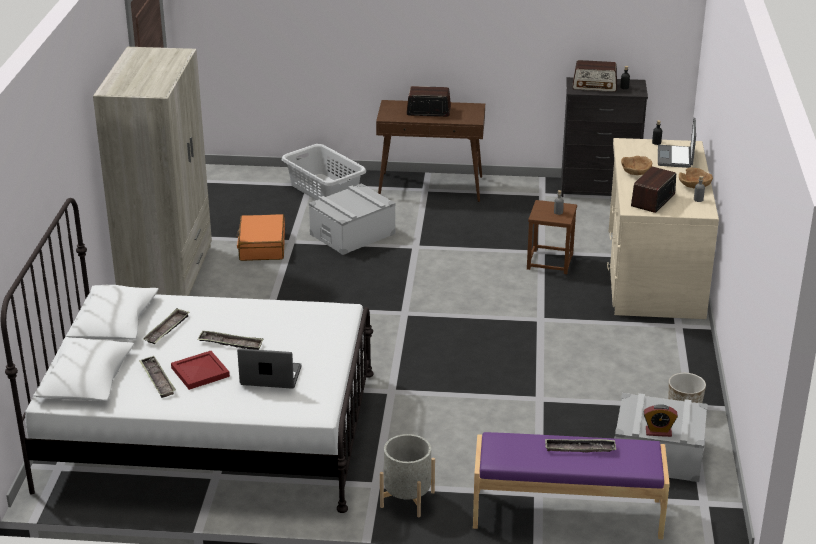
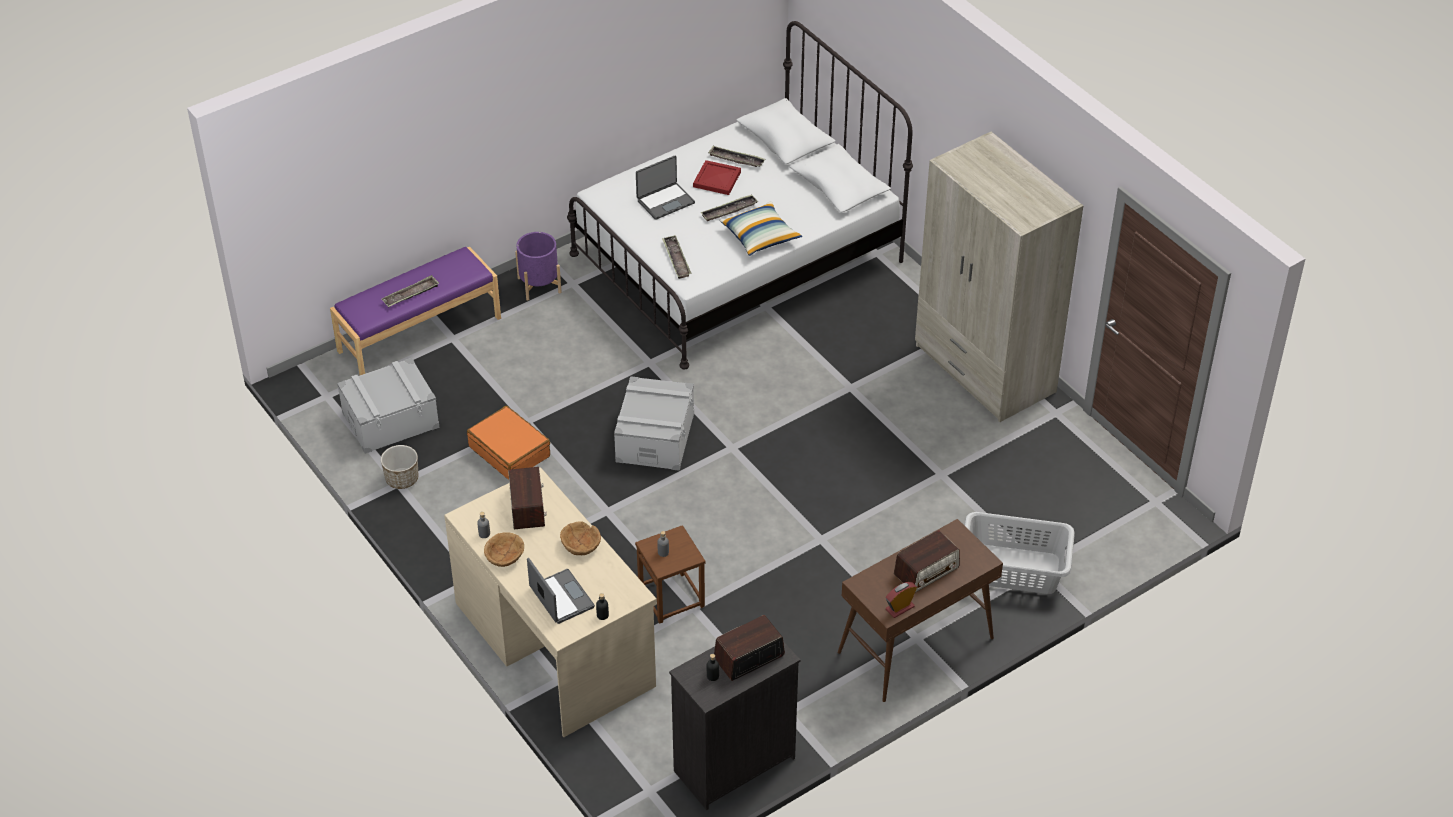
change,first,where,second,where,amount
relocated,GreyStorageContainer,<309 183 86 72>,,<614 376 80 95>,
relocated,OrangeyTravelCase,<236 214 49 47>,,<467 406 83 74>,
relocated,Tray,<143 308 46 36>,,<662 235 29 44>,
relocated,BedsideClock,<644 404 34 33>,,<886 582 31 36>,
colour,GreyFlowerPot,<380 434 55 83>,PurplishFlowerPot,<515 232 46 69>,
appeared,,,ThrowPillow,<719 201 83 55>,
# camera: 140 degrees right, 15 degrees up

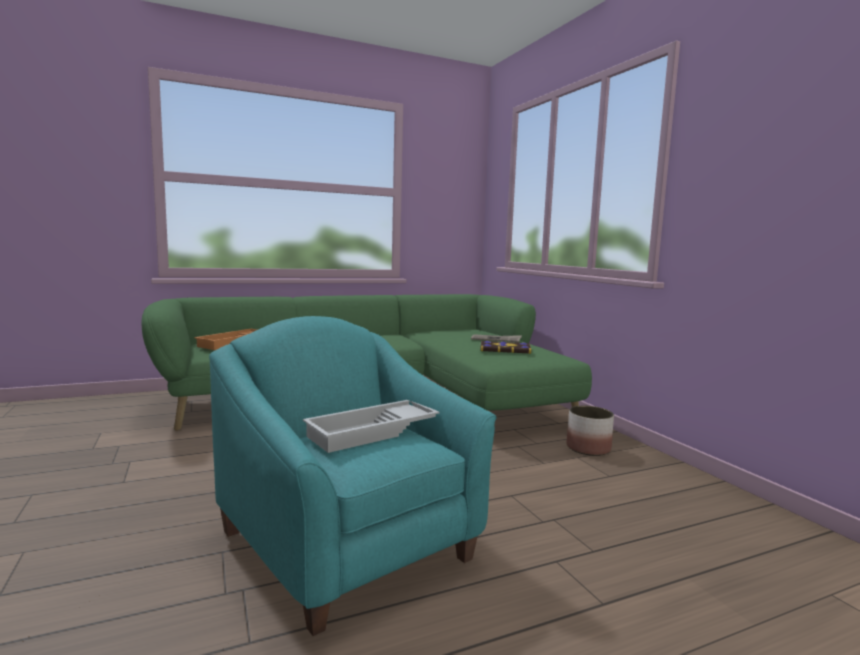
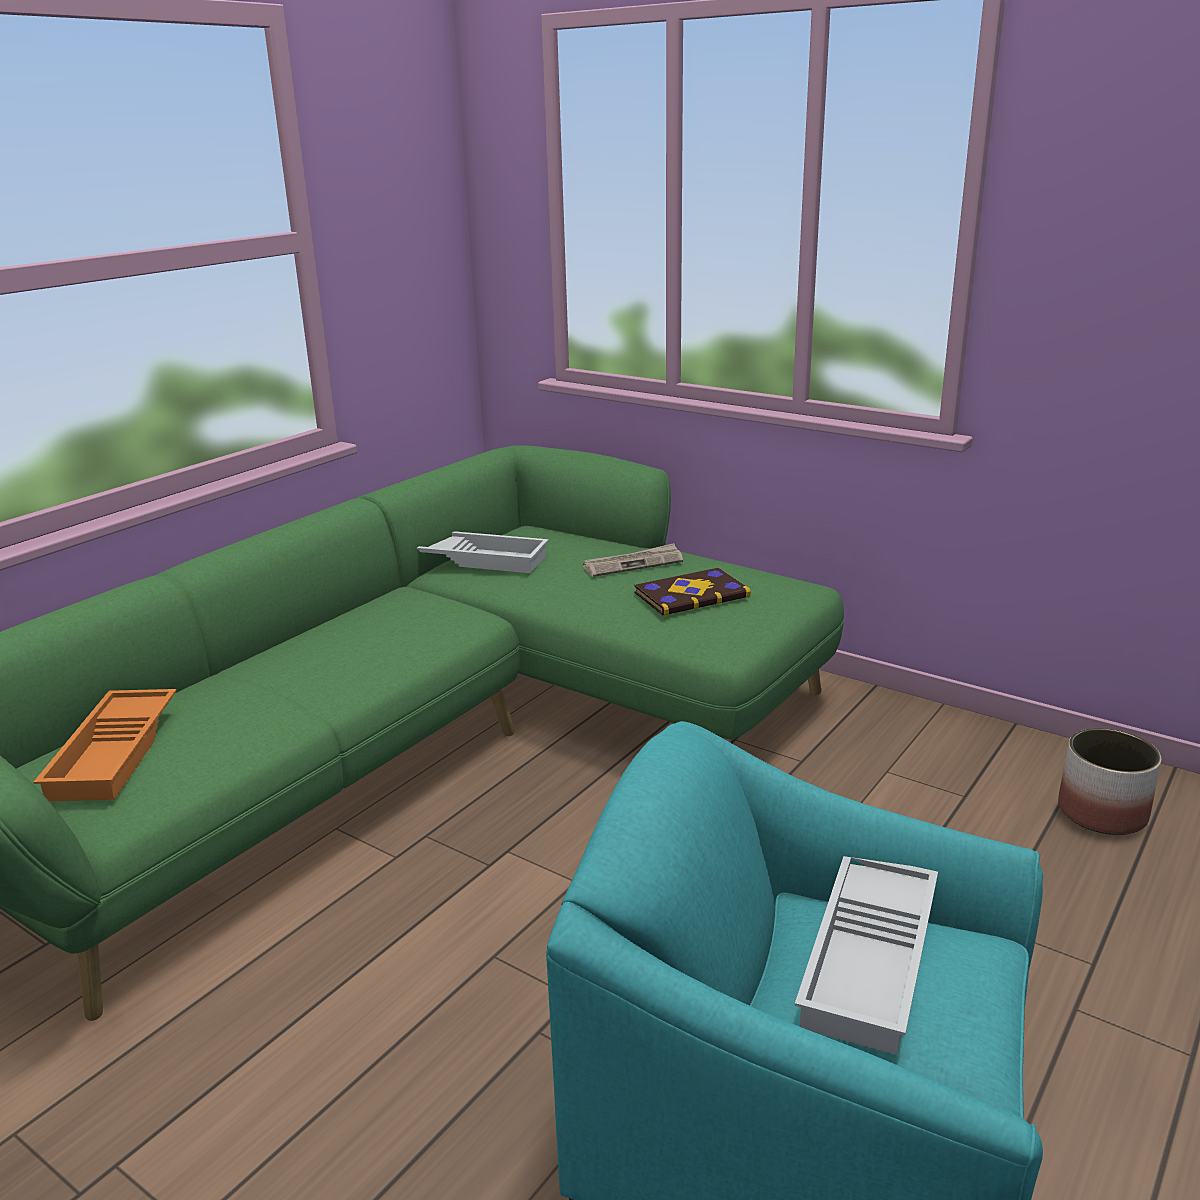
change,first,where,second,where,amount
relocated,FlowerPot,<567 406 47 50>,,<1058 728 103 107>,
appeared,,,WhitishTray,<417 531 132 42>,
# camera: 30 degrees left, 15 degrees up

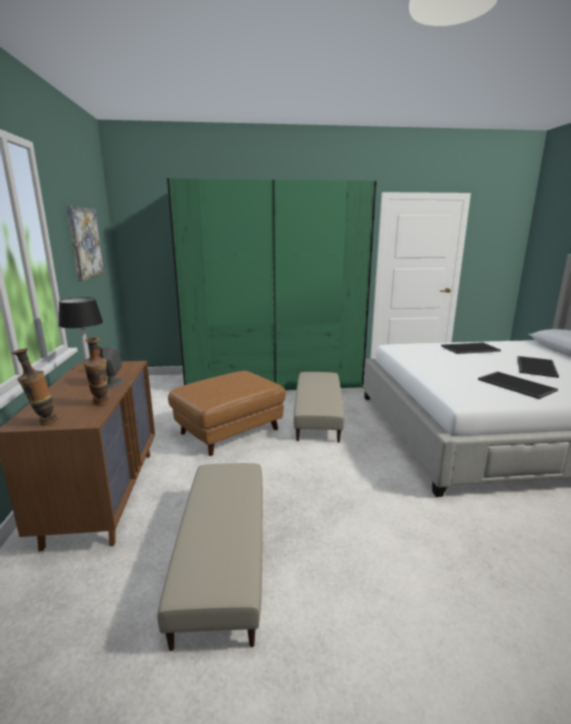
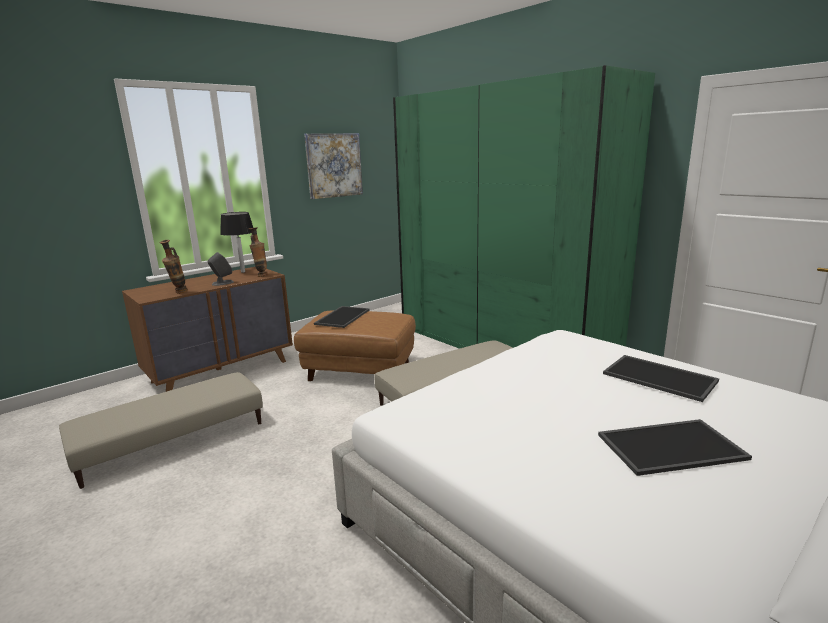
change,first,where,second,where,amount
relocated,DecorativeVase,<11 348 47 78>,,<249 227 19 50>,
relocated,Tray,<478 371 80 28>,,<314 306 56 22>,
# camera: 55 degrees right, 0 degrees up

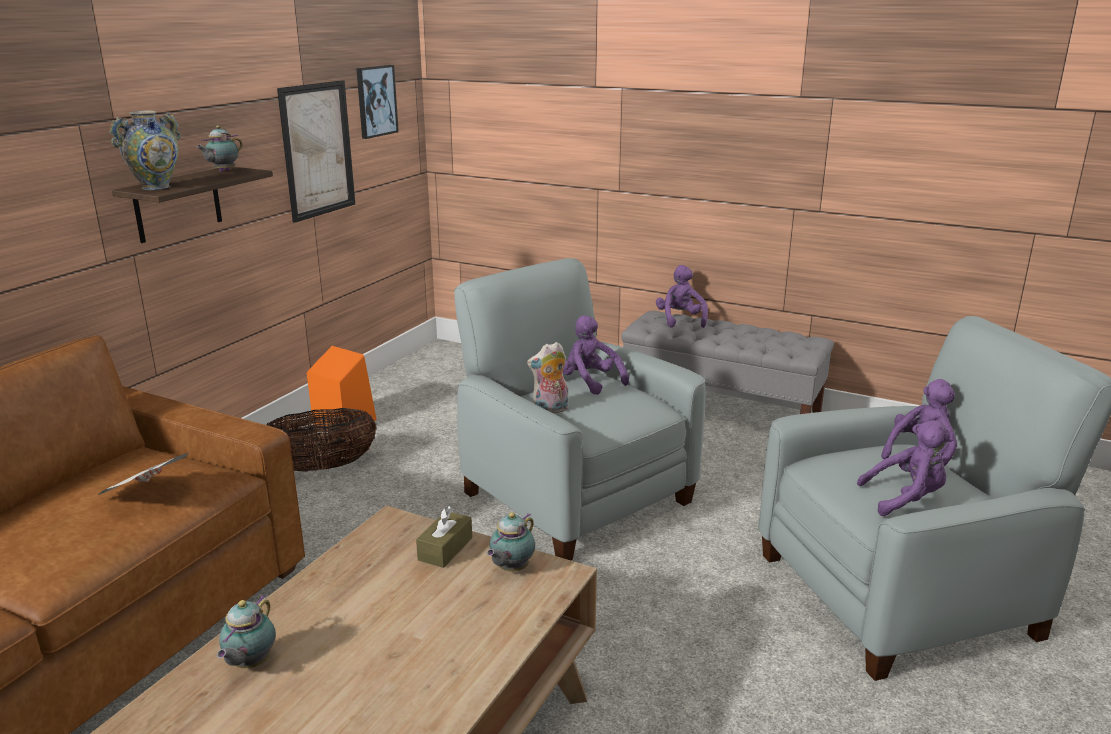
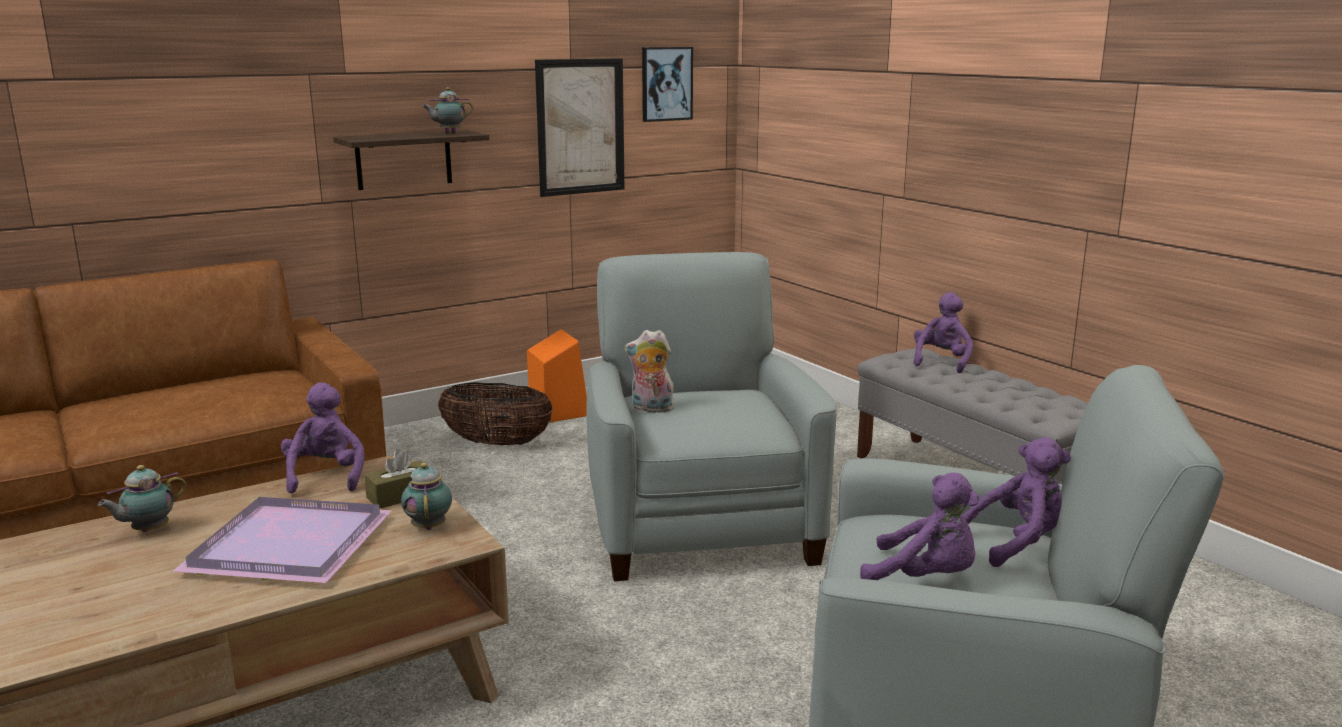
change,first,where,second,where,amount
missing,DecorativeVase,<110 110 71 80>,,,
relocated,PurplishPlushToy,<563 315 66 80>,,<281 382 83 112>,
missing,PrintedPaper,<98 453 90 42>,,,
spun,Teapot,<487 512 48 59>,,<401 463 51 67>,105 degrees clockwise
appeared,,,PurplishTray,<173 497 219 86>,
# camera: 30 degrees right, 5 degrees down

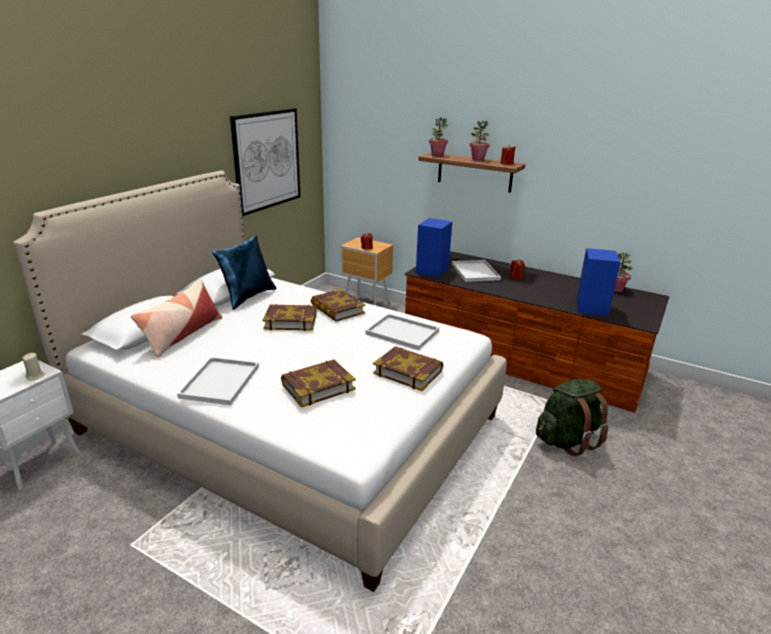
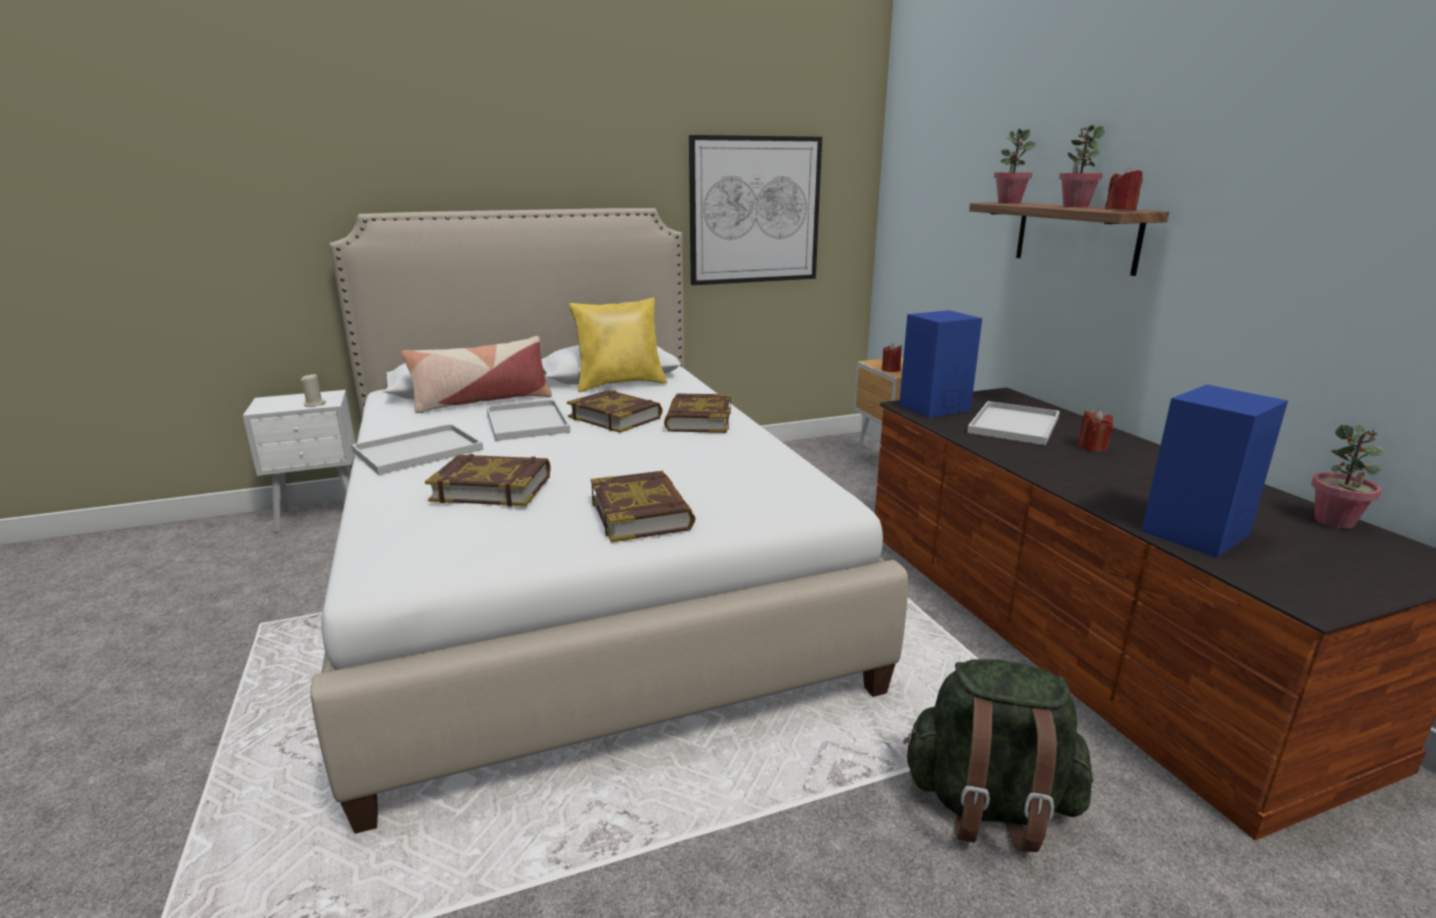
change,first,where,second,where,amount
colour,BlueThrowPillow,<212 235 65 75>,YellowColouredThrowPillow,<569 298 98 94>,
relocated,WhitishTray,<366 314 73 36>,,<487 400 83 41>,
# camera: 40 degrees right, 5 degrees down

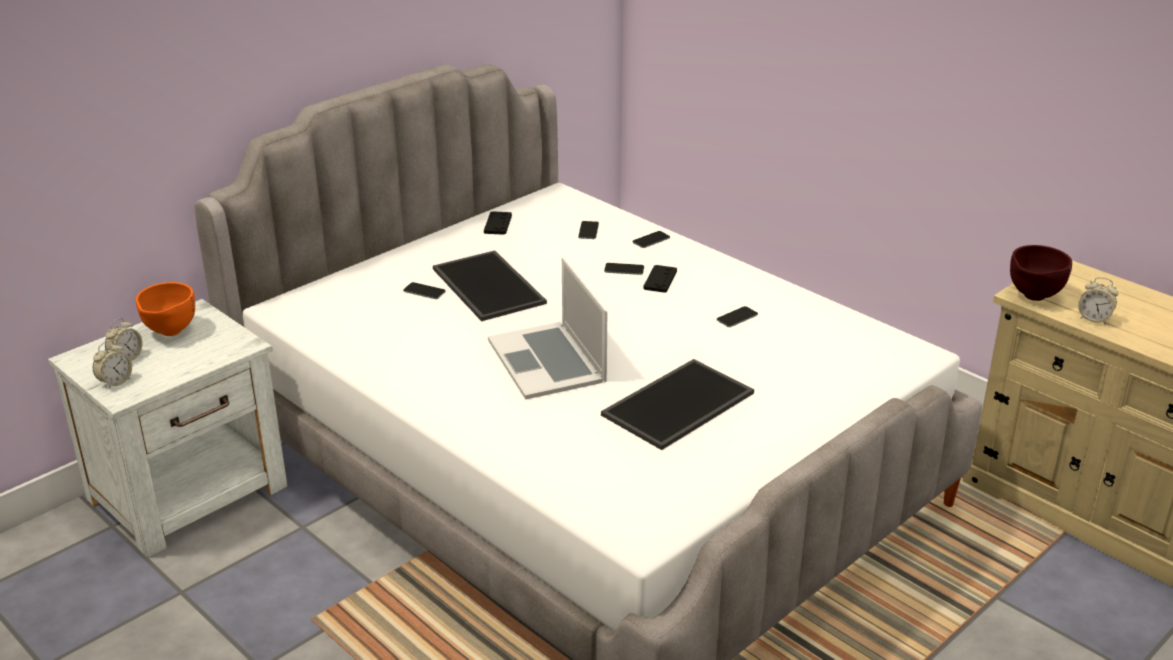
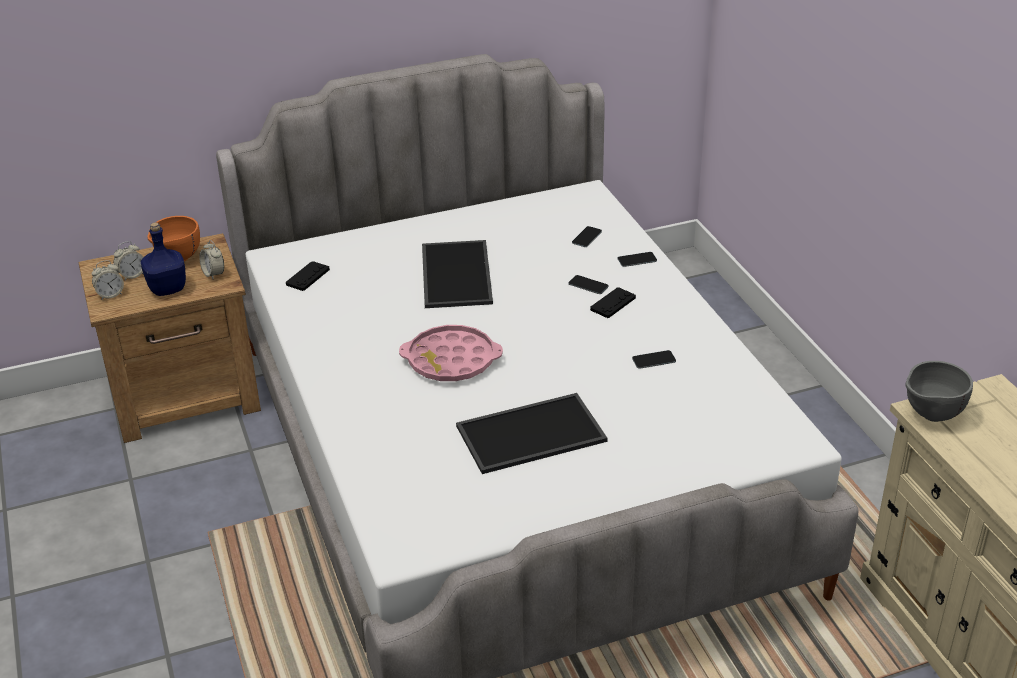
change,first,where,second,where,amount
relocated,BlackColouredJoypad,<484 211 28 24>,,<286 261 44 30>,
colour,BrownDeepDish,<1010 245 62 56>,GreyDeepDish,<905 361 68 61>,
exchanged,NotebookComputer,<488 258 119 142>,PinkColouredTray,<399 325 104 56>,
relocated,BedsideClock,<1078 277 40 48>,,<199 240 25 40>,
missing,Telephone,<403 282 43 17>,,,
colour,WhitishNightstand,<48 299 240 259>,BrownNightstand,<79 233 182 210>,
appeared,,,BlueBeverageBottle,<141 223 45 73>,
# camera: 25 degrees right, 5 degrees up

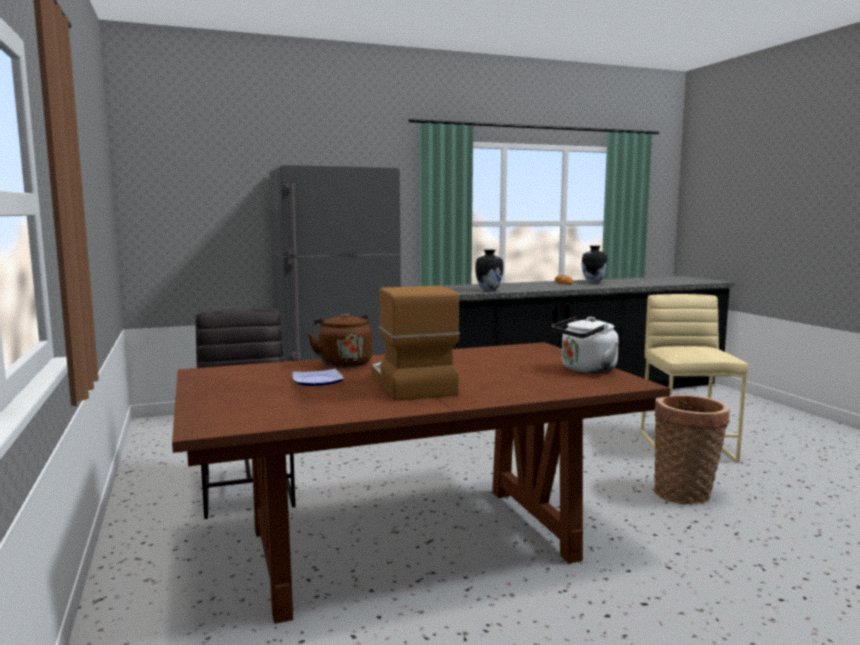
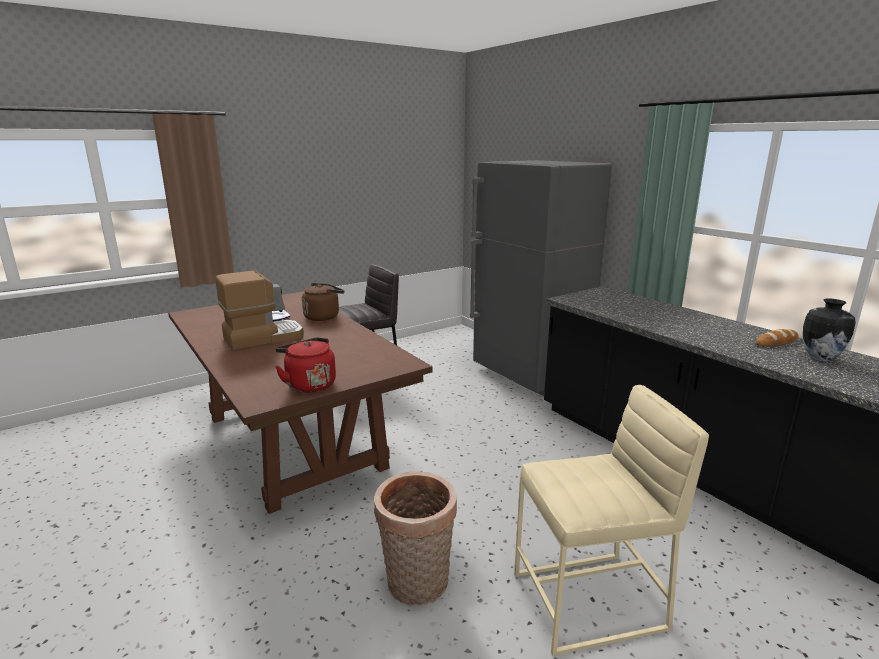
change,first,where,second,where,amount
missing,DecorativeVase,<475 250 28 42>,,,
colour,WhitishWaterKettle,<552 317 67 56>,RedColouredWaterKettle,<275 337 61 56>,
# camera: 75 degrees right, 10 degrees up

